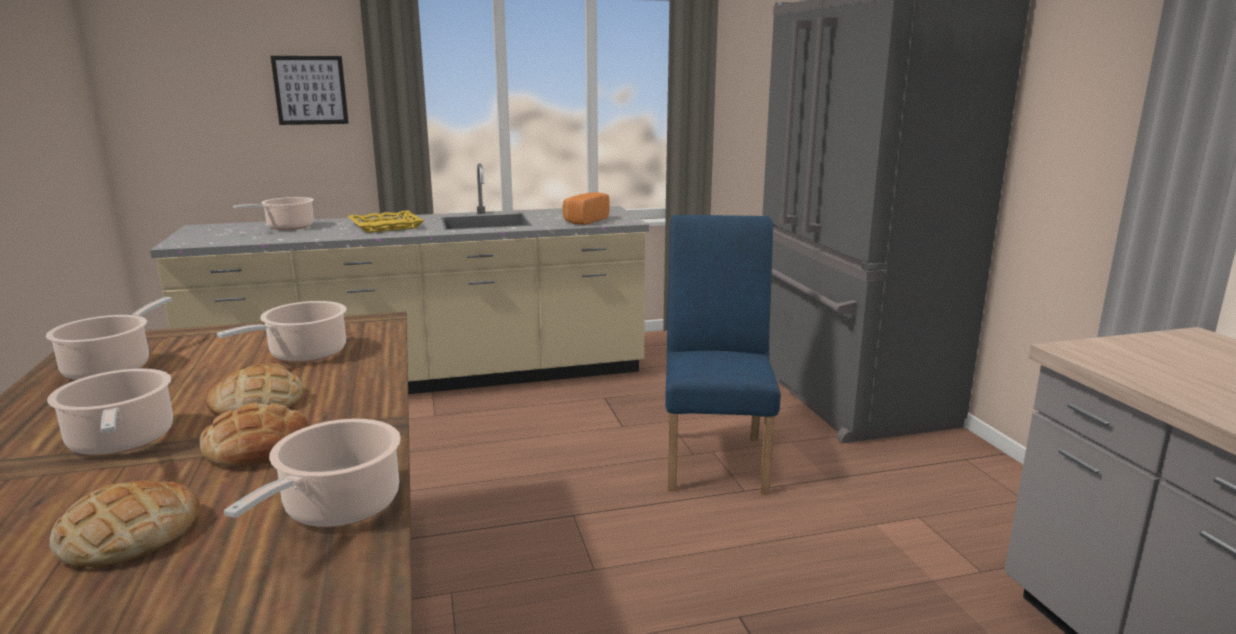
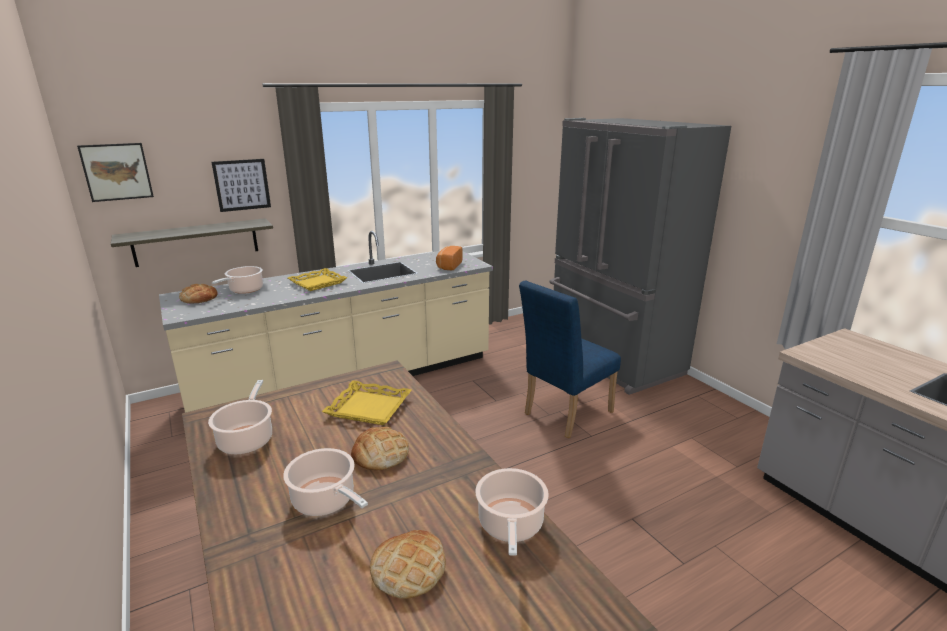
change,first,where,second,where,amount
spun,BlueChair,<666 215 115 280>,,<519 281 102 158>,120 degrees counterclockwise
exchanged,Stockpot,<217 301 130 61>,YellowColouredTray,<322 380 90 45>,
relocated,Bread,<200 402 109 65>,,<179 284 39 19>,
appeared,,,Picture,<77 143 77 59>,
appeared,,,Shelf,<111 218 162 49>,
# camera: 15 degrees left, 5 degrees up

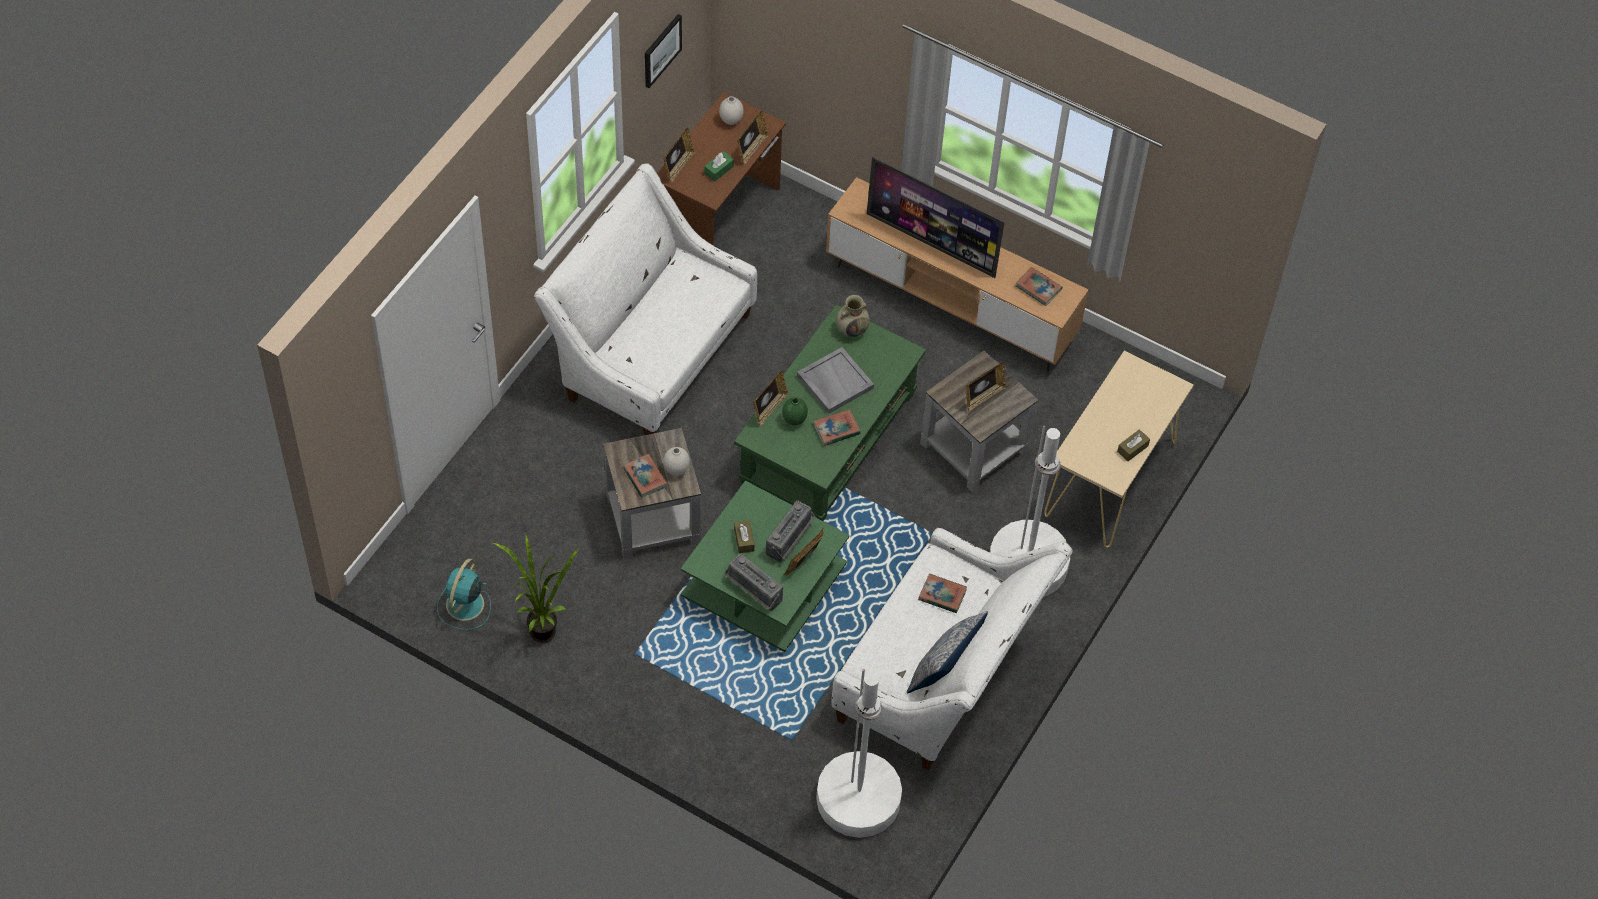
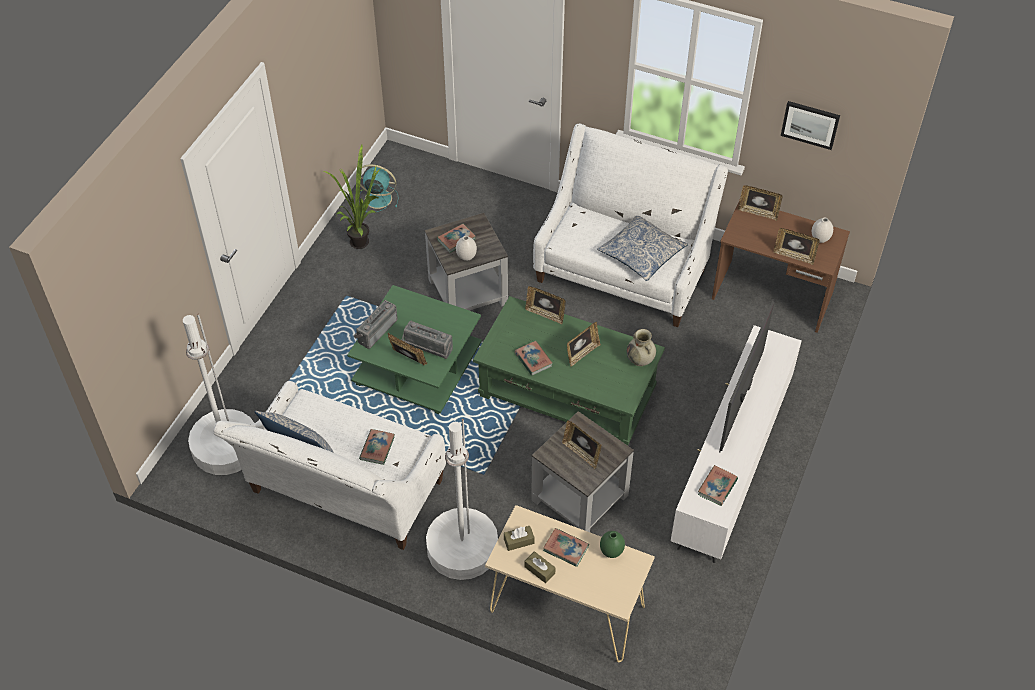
change,first,where,second,where,amount
missing,GreenishTissueHolder,<704 151 30 31>,,,
colour,BrownMediaConsole,<826 177 262 194>,WhitishMediaConsole,<671 325 131 238>,
exchanged,GreyTray,<797 347 77 67>,PhotoFrame,<567 322 34 45>,
relocated,GreenishDecorativeVase,<782 397 26 29>,,<600 531 25 27>,
relocated,BrownTissueHolder,<734 520 21 33>,,<504 526 31 25>,
appeared,,,ThrowPillow,<597 216 91 65>,
appeared,,,Book,<543 528 46 39>,
# camera: 85 degrees right, 5 degrees down

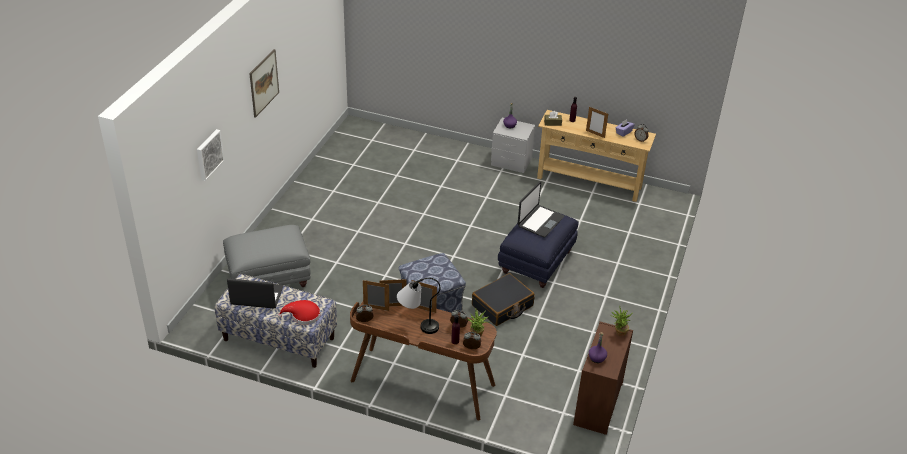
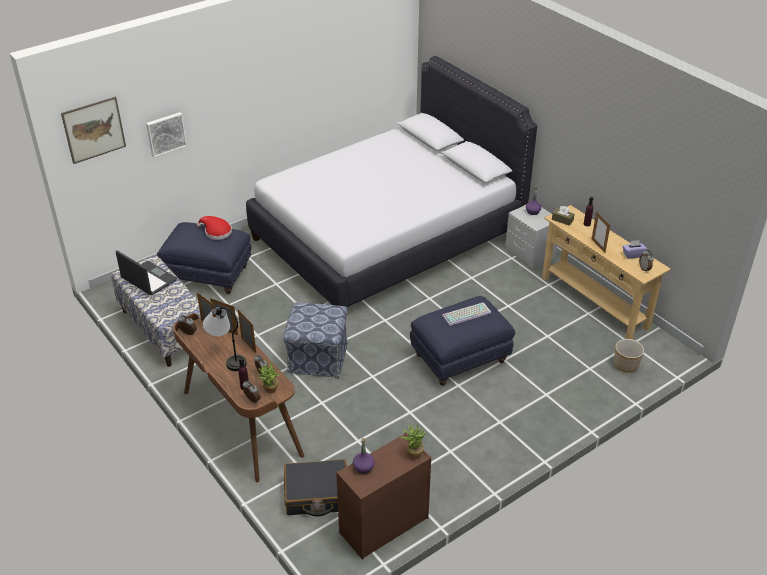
change,first,where,second,where,amount
relocated,Picture,<249 49 30 69>,,<61 96 65 68>,
exchanged,NotebookComputer,<517 182 47 55>,ComputerKeyboard,<442 302 49 24>,
colour,GreyOttoman,<223 225 88 62>,BlueOttoman,<157 222 95 72>,
relocated,BlackColouredTravelCase,<472 273 63 53>,,<284 459 63 57>,
relocated,RedColouredHat,<278 300 43 25>,,<197 216 35 24>,
appeared,,,WhitishBedroomBed,<246 56 291 251>,
appeared,,,FlowerPot,<614 339 30 34>,
# camera: 35 degrees right, 0 degrees up

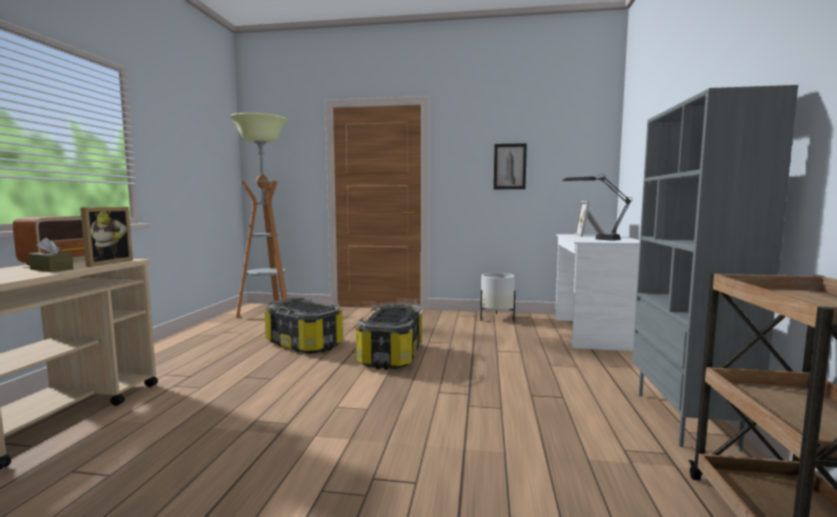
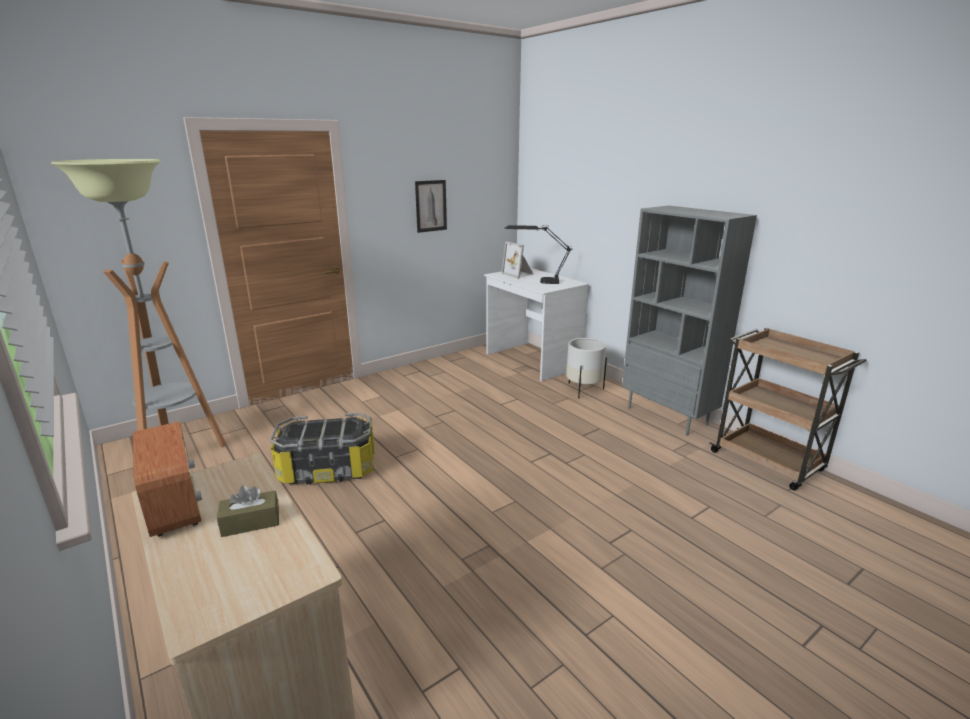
change,first,where,second,where,amount
missing,PhotoFrame,<80 207 53 60>,,,
relocated,WhitishFlowerPot,<480 273 35 49>,,<566 338 41 61>,
missing,StorageContainer,<356 304 66 66>,,,
# camera: 45 degrees left, 15 degrees up

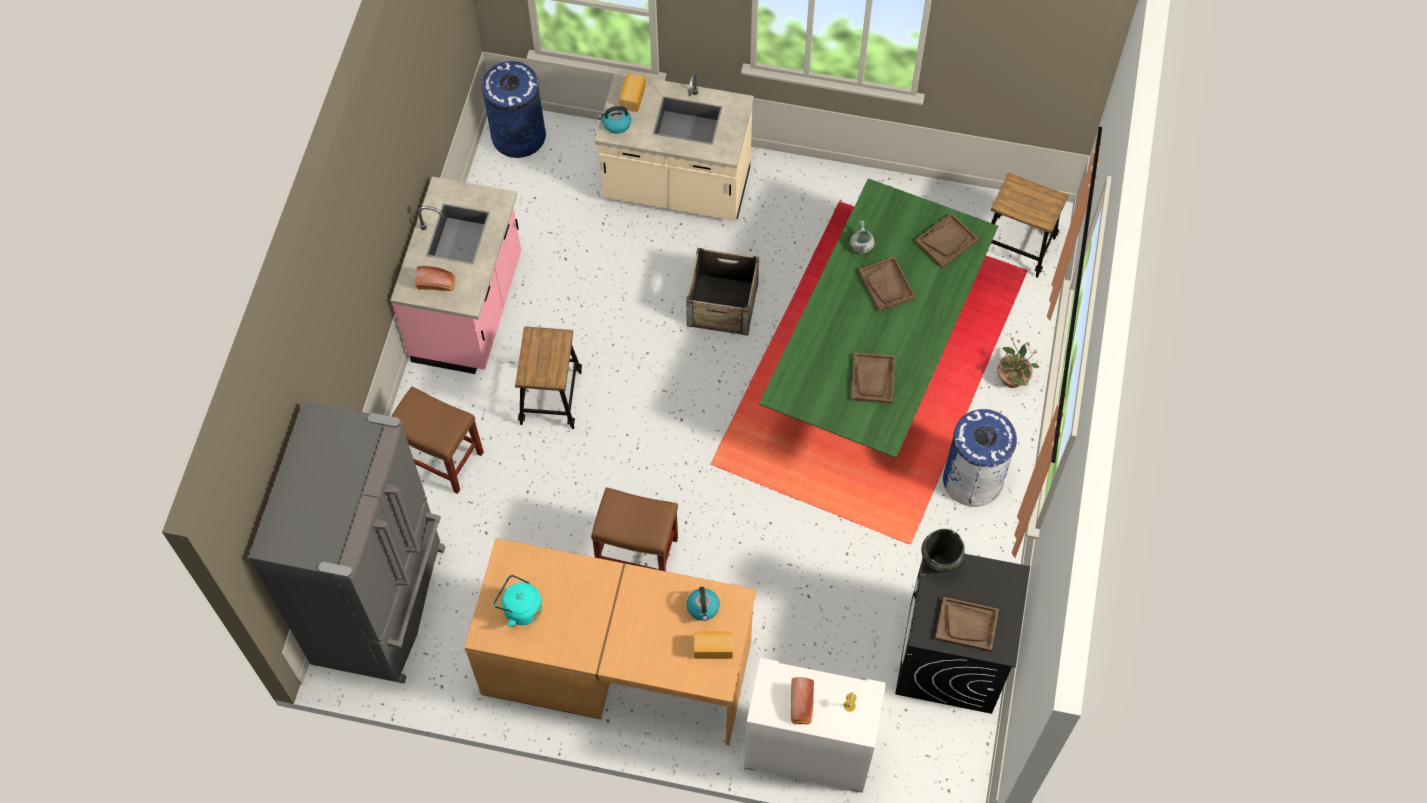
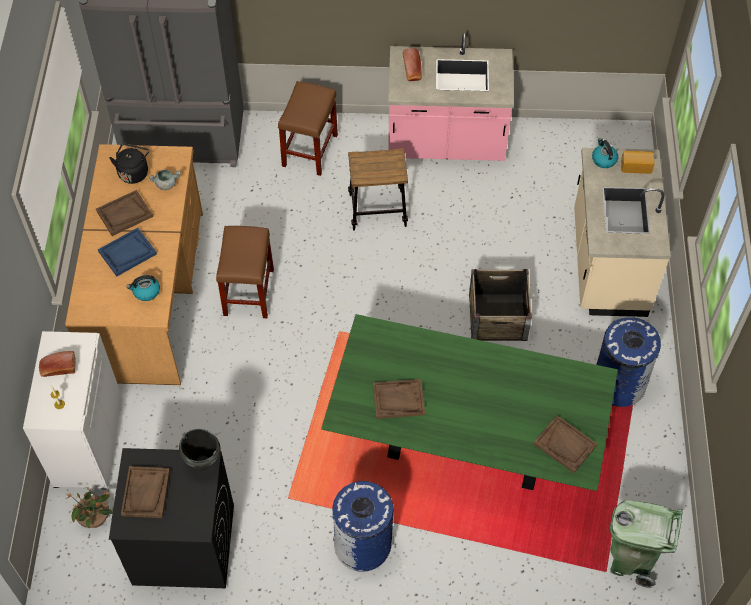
change,first,where,second,where,amount
relocated,BlueWasteBin,<482 61 64 97>,,<596 317 65 90>,
exchanged,Stool,<991 172 78 106>,GreenishWasteBin,<610 500 73 88>,
relocated,GreyStockpot,<850 221 25 32>,,<149 169 32 21>,
relocated,BrownTray,<858 256 58 56>,,<96 190 57 46>,
relocated,PlantInAPot,<997 337 42 51>,,<66 486 47 42>,
colour,TurquoiseColouredWaterKettle,<494 575 48 51>,BlackColouredWaterKettle,<109 143 40 41>,
missing,Bread,<693 631 40 28>,,,
appeared,,,BlueTray,<98 228 59 49>,
# camera: 80 degrees right, 5 degrees down

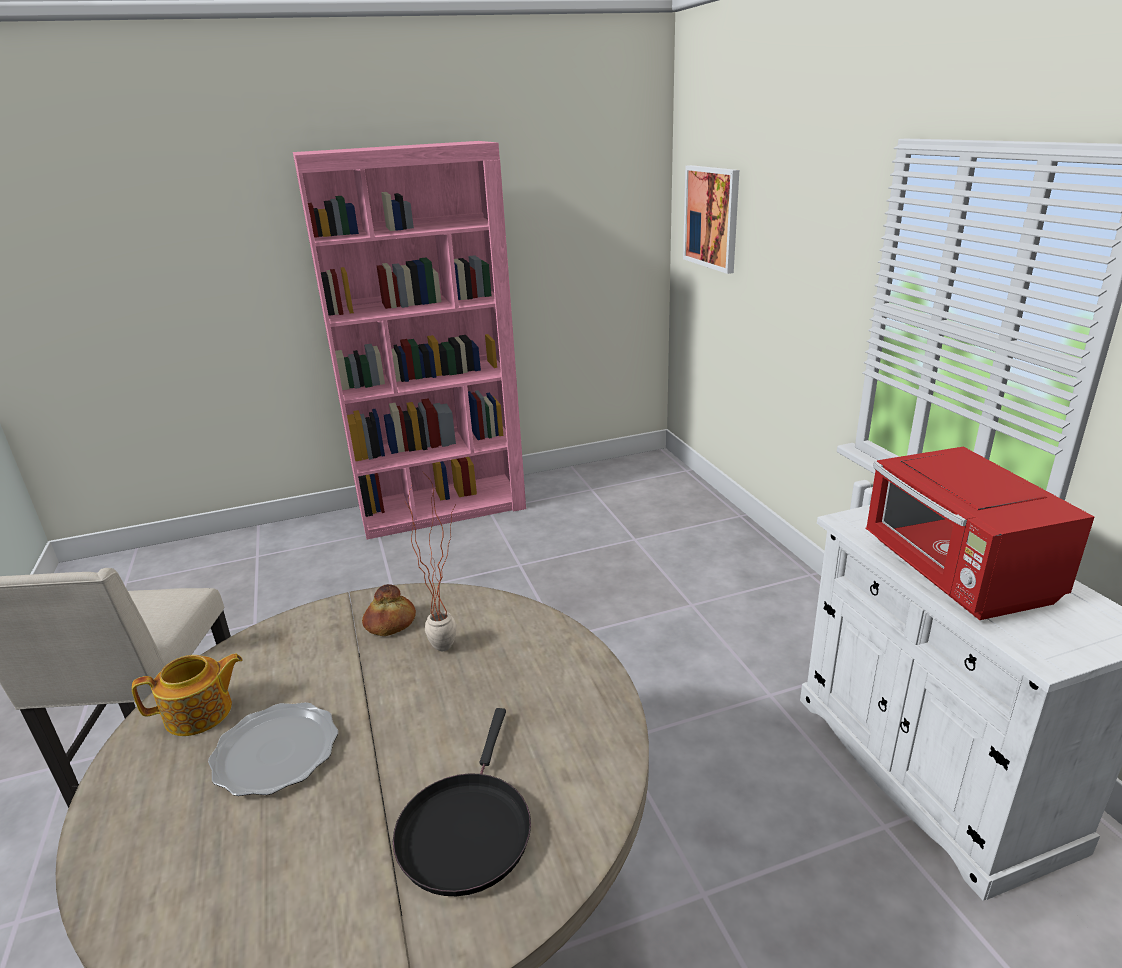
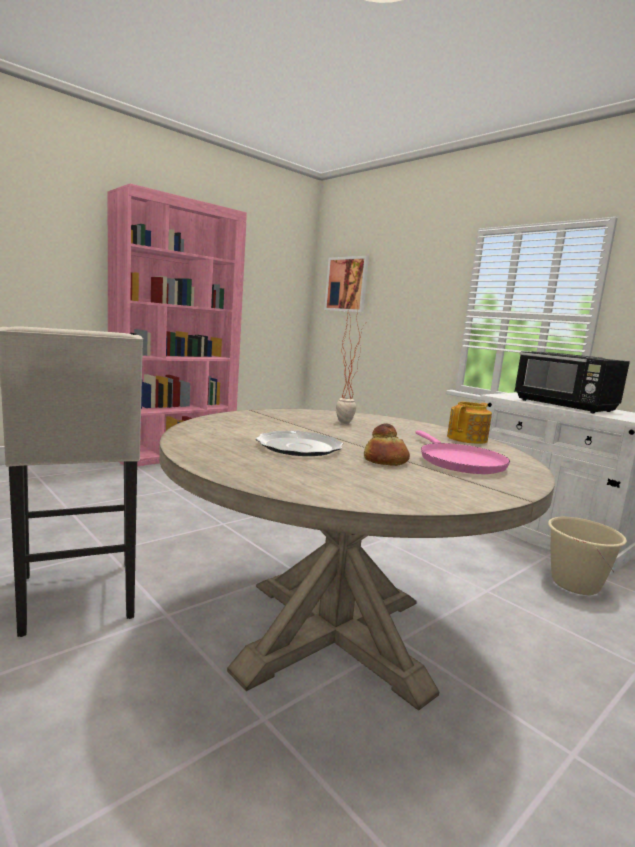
change,first,where,second,where,amount
colour,RedColouredKitchenMicrowave,<866 447 228 173>,BlackColouredKitchenMicrowave,<515 351 115 63>,
relocated,Bread,<362 584 54 52>,,<364 424 46 42>,
relocated,Teapot,<132 654 111 82>,,<447 402 45 42>,
colour,BlackColouredPan,<393 708 138 188>,PinkColouredPan,<416 430 94 44>,
appeared,,,SandColouredPail,<548 517 79 78>,
# camera: 25 degrees left, 15 degrees down

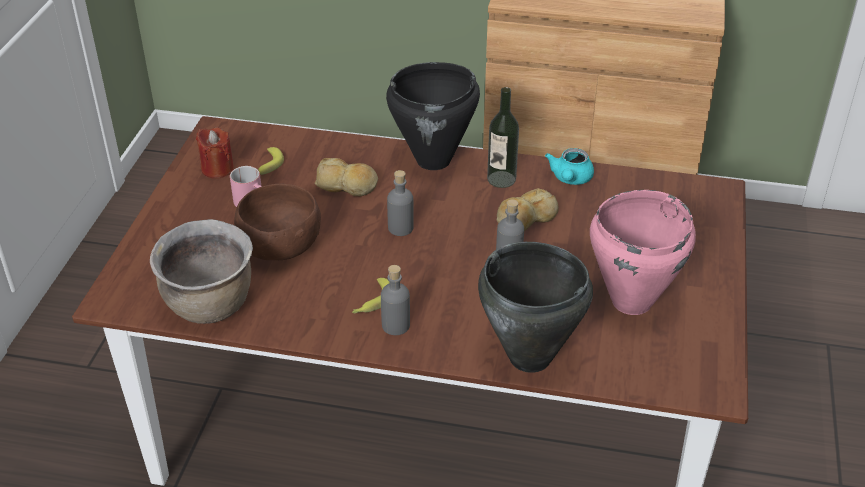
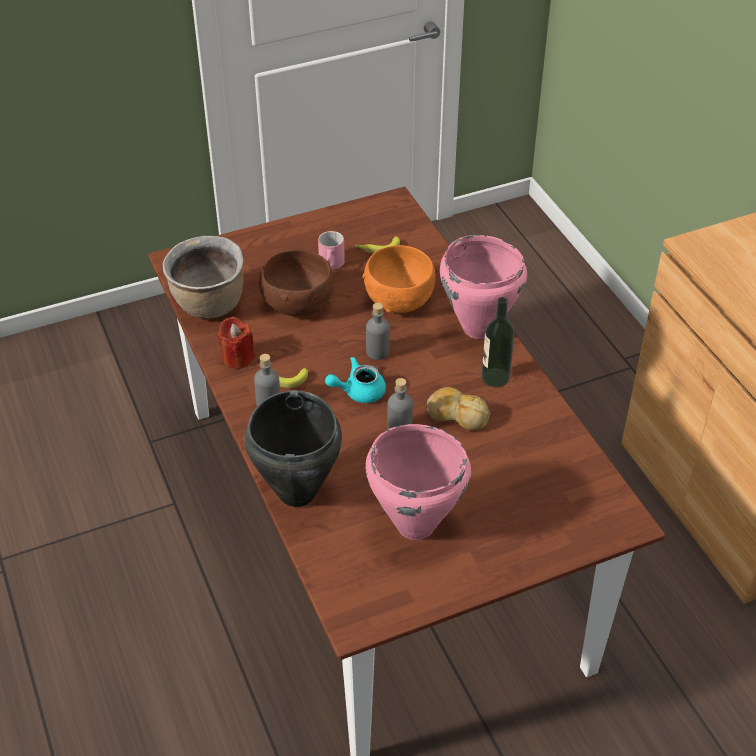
change,first,where,second,where,amount
colour,BlackColouredStockpot,<386 62 94 108>,PinkColouredStockpot,<440 235 87 104>,
relocated,RedColouredWaxCandle,<196 127 38 52>,,<217 316 38 53>,
relocated,TurquoiseColouredTeapot,<545 148 49 37>,,<325 357 61 46>,
exchanged,Bread,<315 158 63 38>,OrangeyDeepDish,<363 245 72 68>,
# camera: 55 degrees right, 5 degrees up

